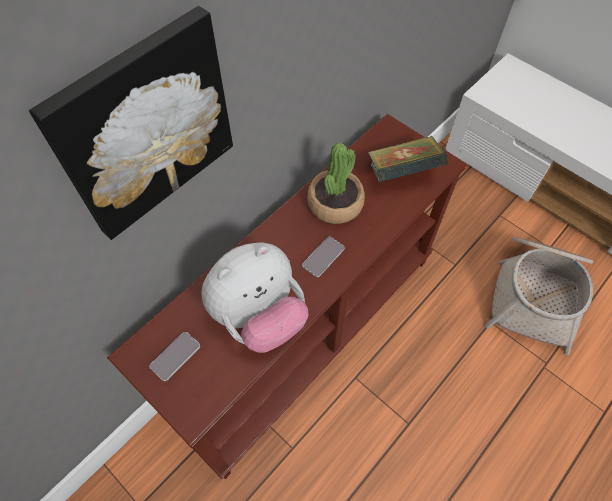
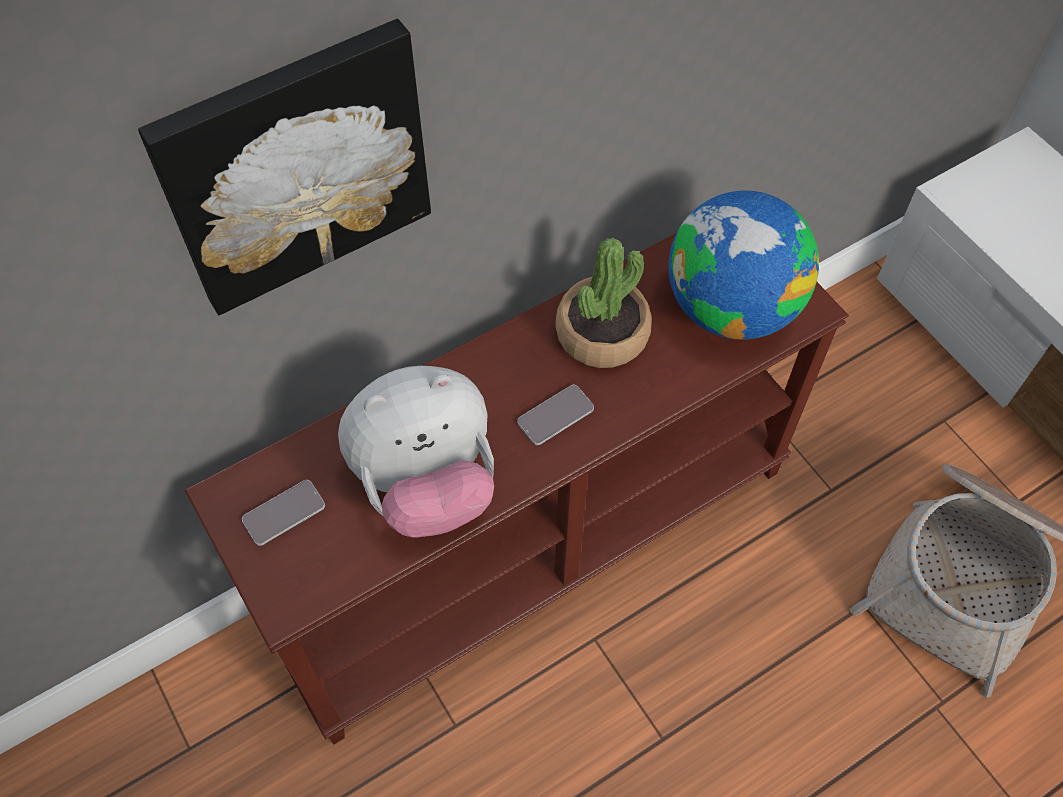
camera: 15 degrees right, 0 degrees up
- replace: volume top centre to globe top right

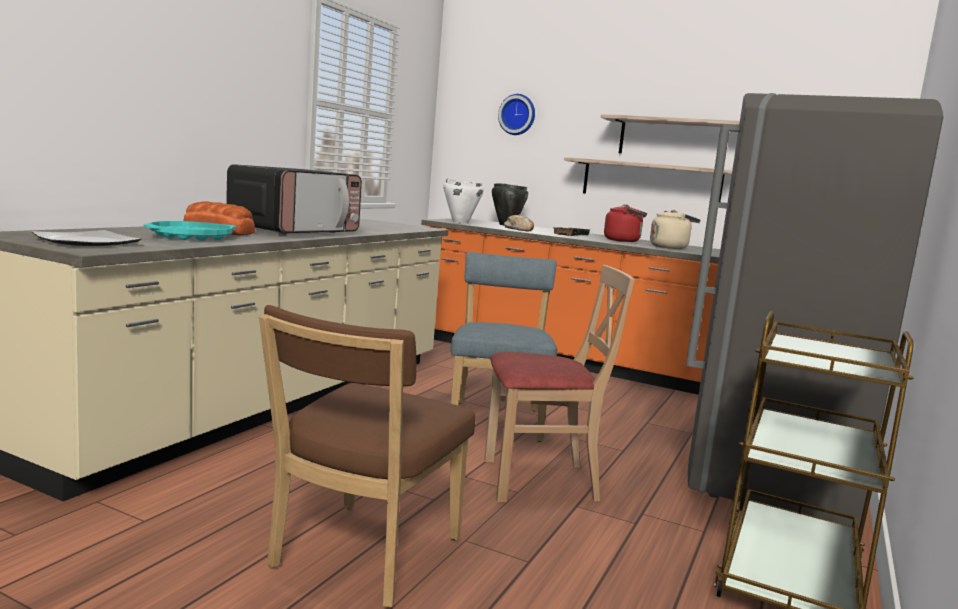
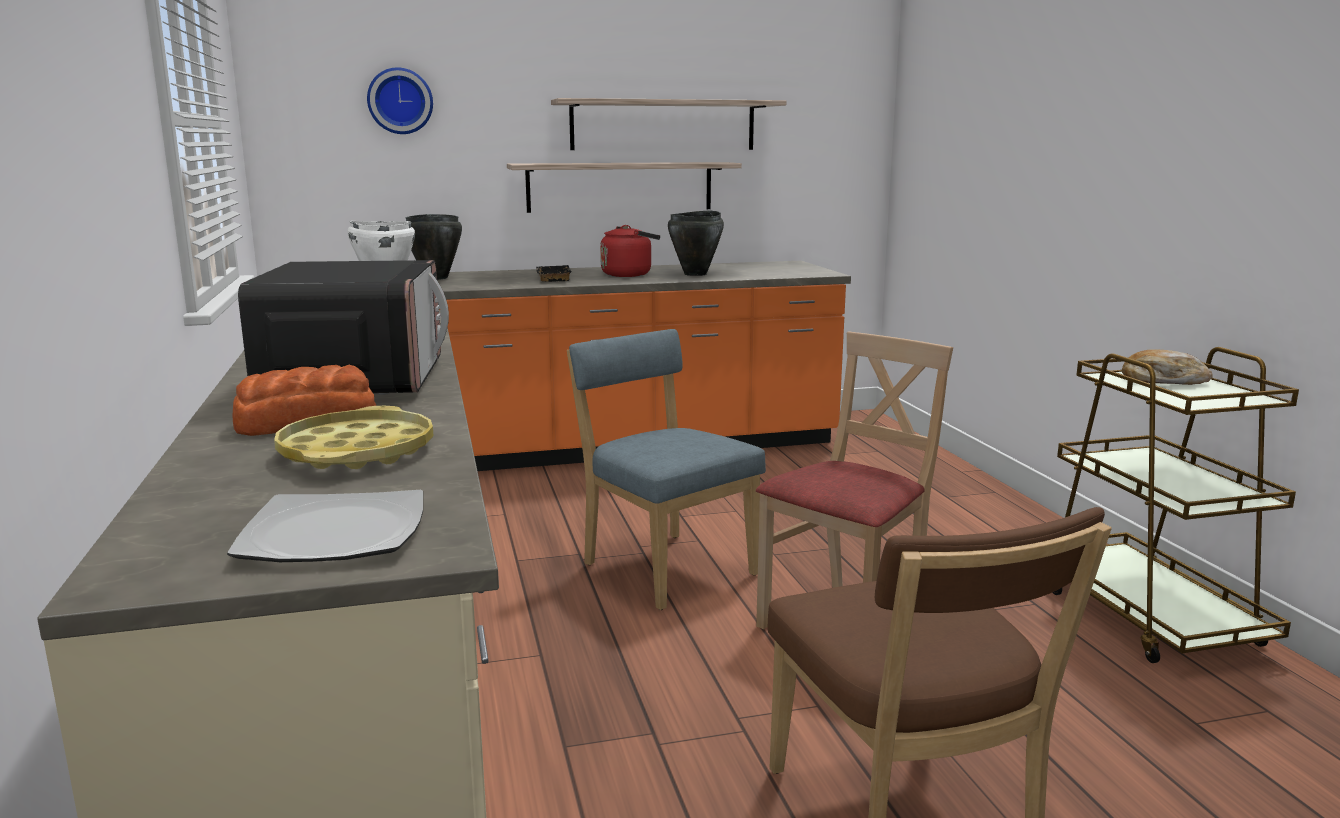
camera: 40 degrees left, 5 degrees up
- recolor: carrying tray in blue-green middle left to carrying tray in yellow middle left
- replace: tea kettle in sand-coloured middle right to stockpot in black-coloured (2nd from left) top centre
- move: baked bread (2nd from left) centre to middle right
- delete: refrigerator in greyish middle right

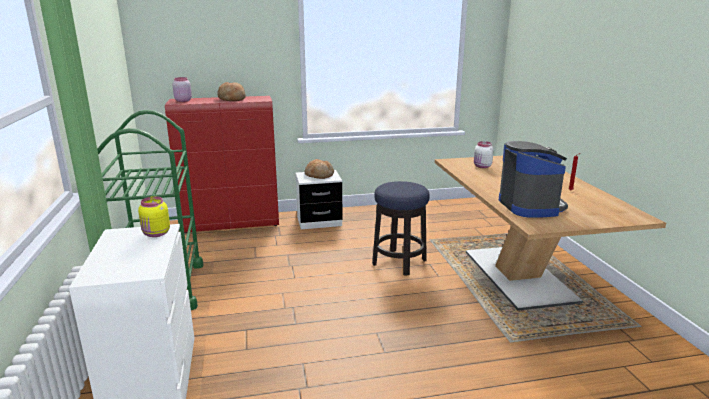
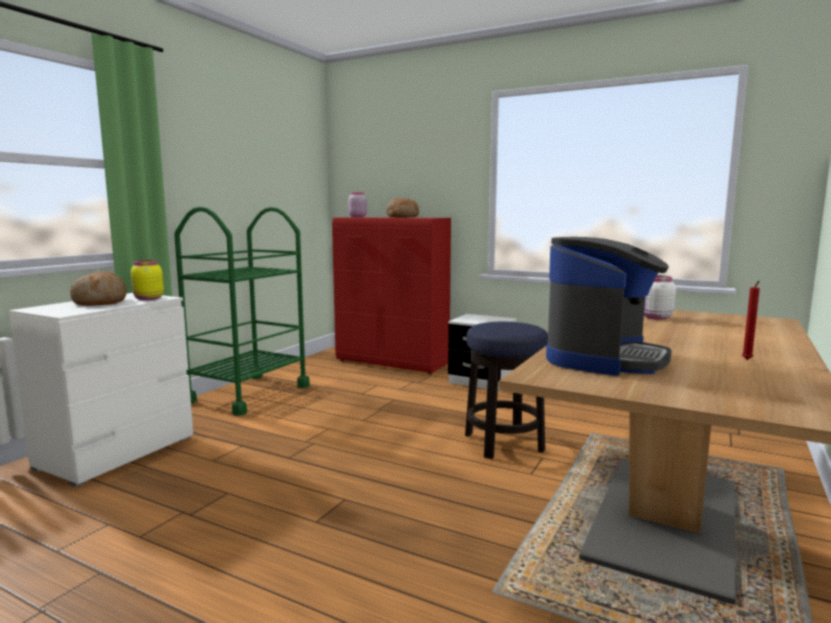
camera: 40 degrees right, 10 degrees down
- move: baked bread (2nd from left in the first image) centre to baked bread (1st from left) middle left

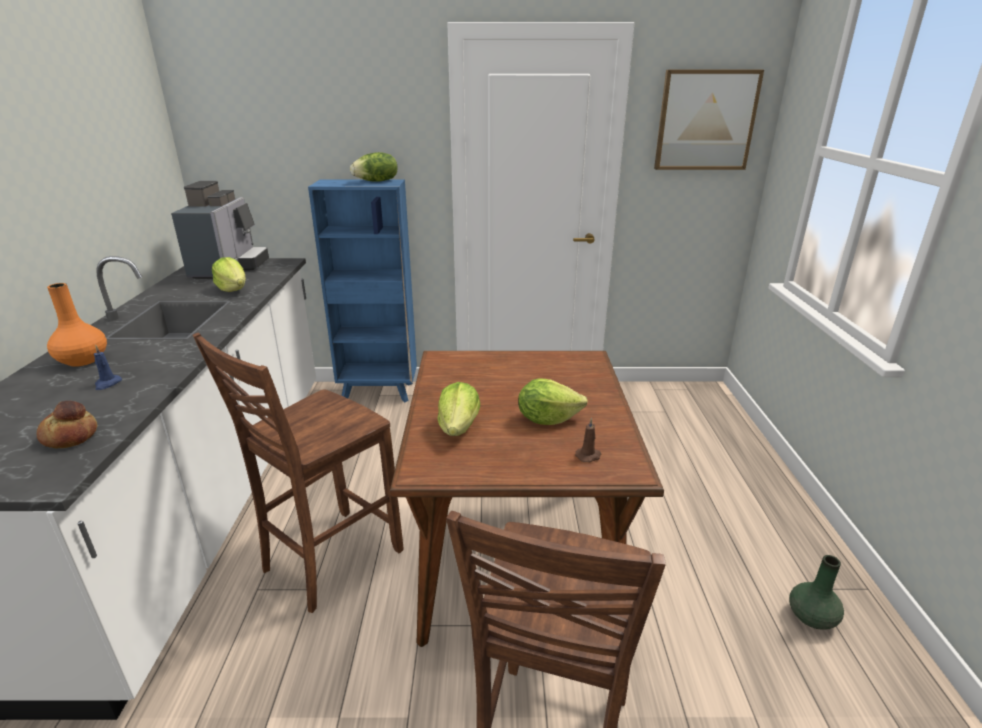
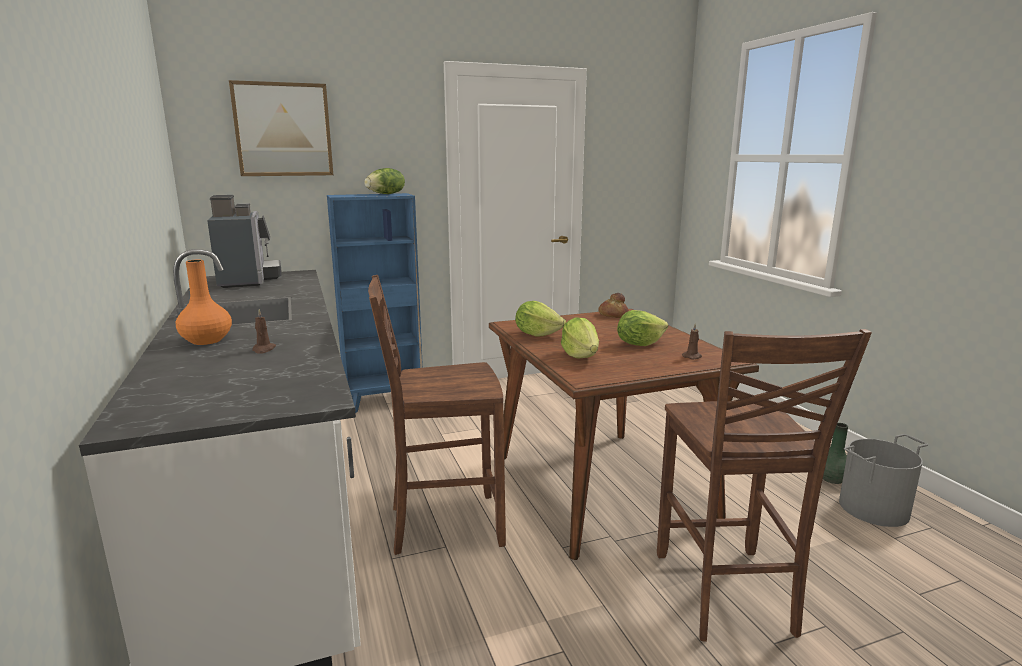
camera: 20 degrees left, 10 degrees down
- move: wall art top right to top left
- recolor: wax light in blue-coloured middle left to wax light in brownish (1st from left) middle left
- rotate: chair in brownish (1st from left) middle left = centre 60 degrees clockwise
- move: head of lettuce (1st from left in the first image) middle left to head of lettuce (2nd from left) centre
- move: baked bread middle left to centre
- insert: bucket in greyish bottom right

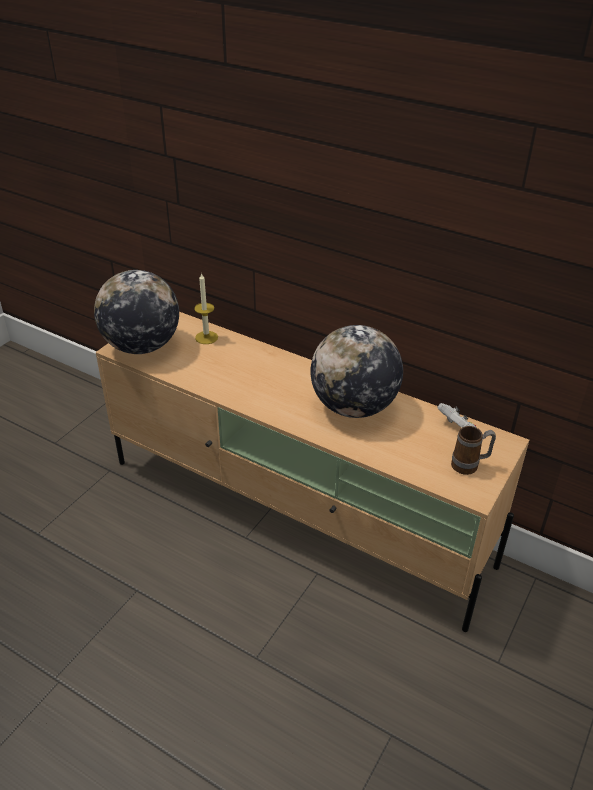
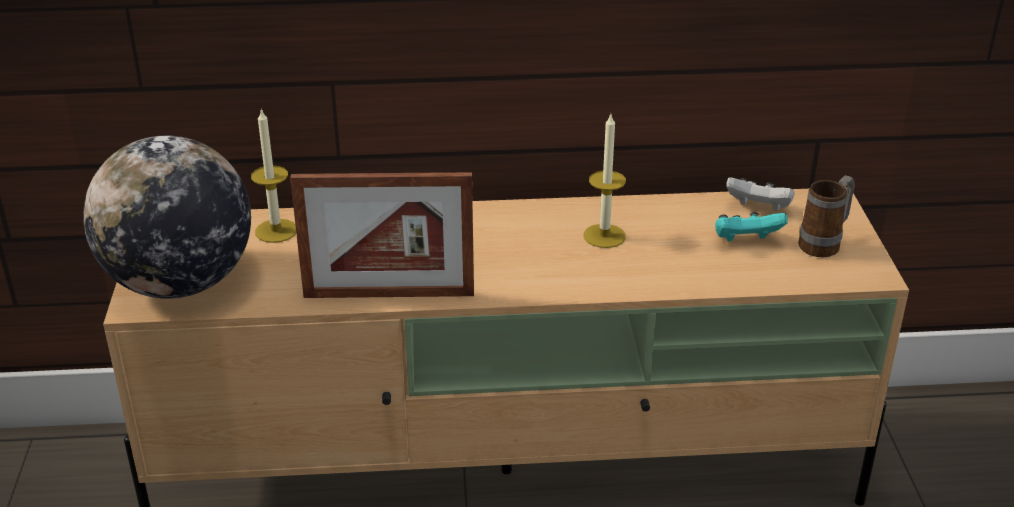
camera: 35 degrees left, 5 degrees down
- insert: photo frame centre
- replace: globe (2nd from left) centre to wax light (2nd from left) centre
- insert: game controller in blue-green middle right

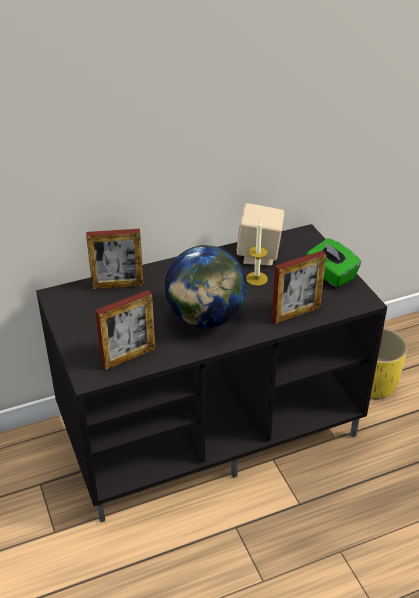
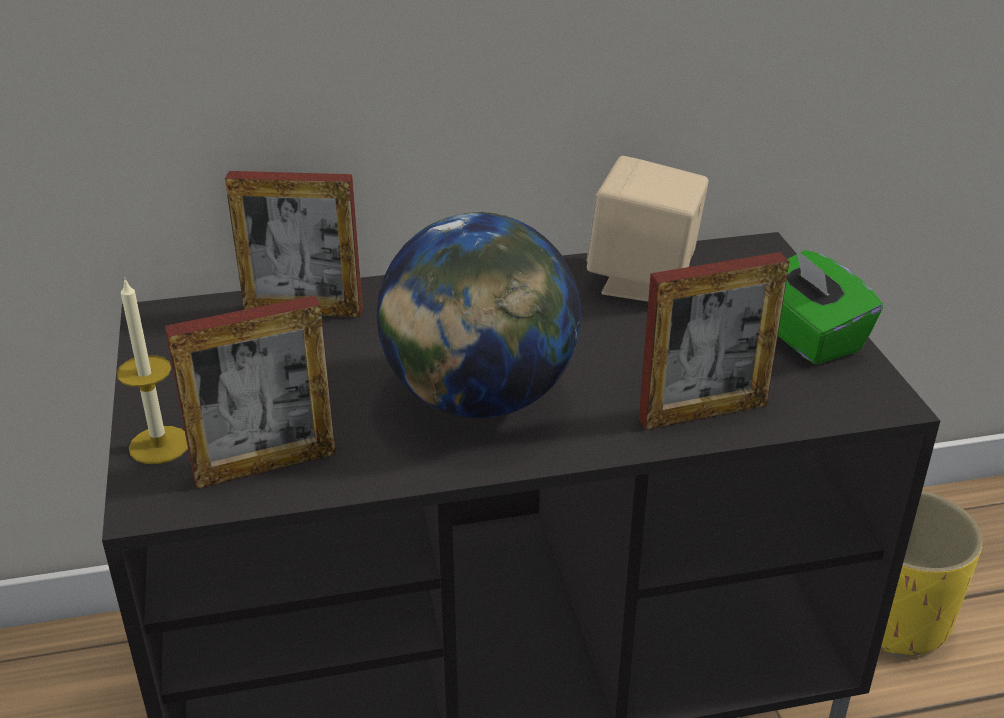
camera: 10 degrees right, 5 degrees down
- move: wax light centre to middle left

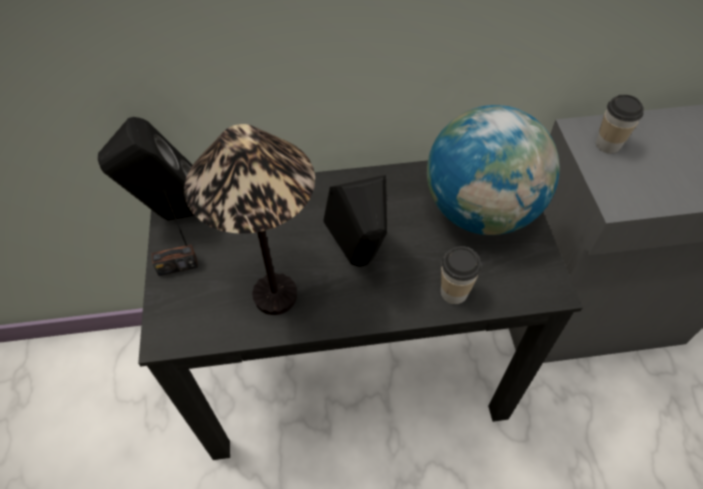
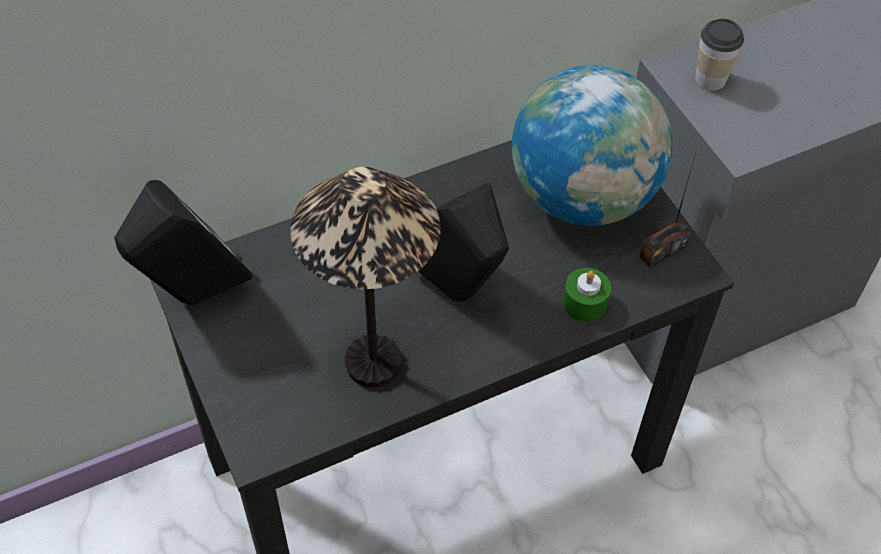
camera: 20 degrees left, 0 degrees up
- replace: small cup (1st from left) centre to wax light in green centre
- move: radio receiver middle left to middle right

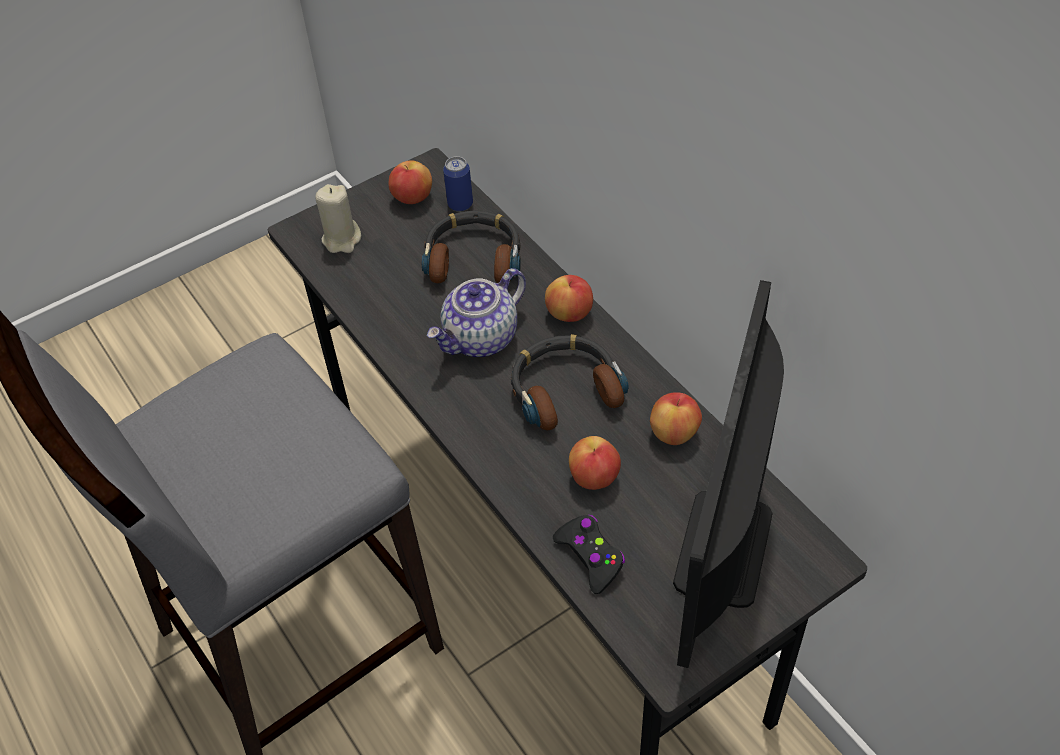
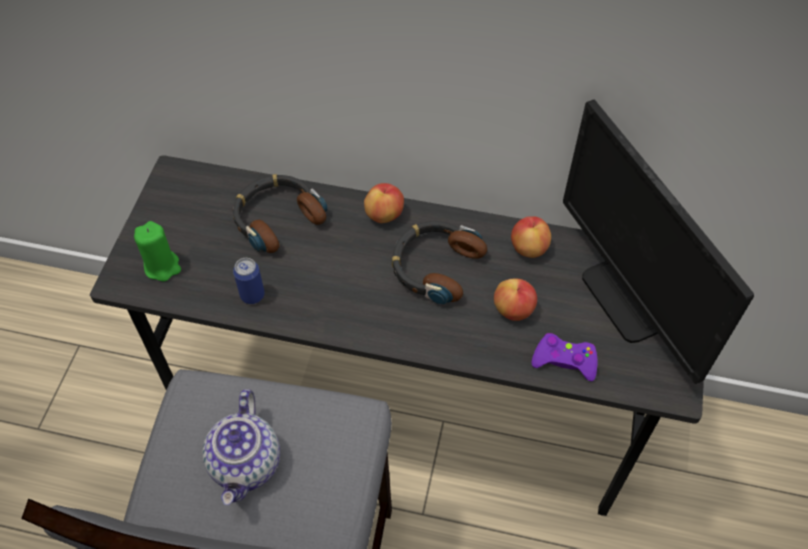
camera: 45 degrees left, 5 degrees up
- recolor: wax light in sand-coloured top left to wax light in green middle left
- move: pot for tea centre to bottom left
- move: metal can top centre to middle left
- recolor: game controller in black-coloured bottom centre to game controller in purple middle right
- delete: apple (1st from left) top centre

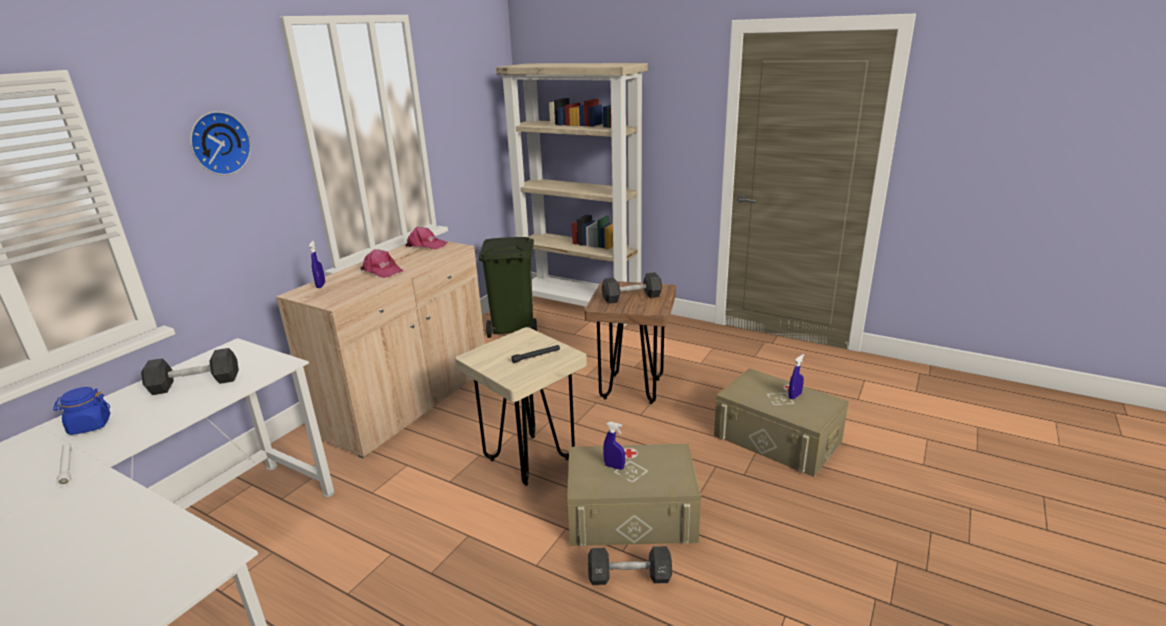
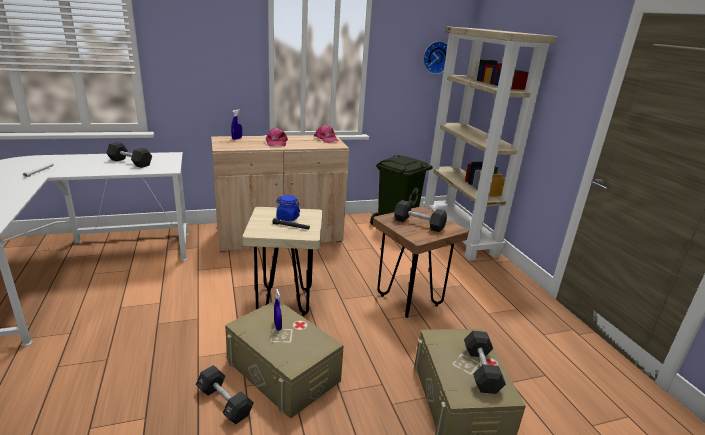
camera: 40 degrees right, 0 degrees up
- move: preserve jar in blue-coloured middle left to centre
- move: hanging clock top left to top centre
- replace: spray bottle in blue-coloured (3rd from left) middle right to hand weight in black-coloured (4th from left) bottom right

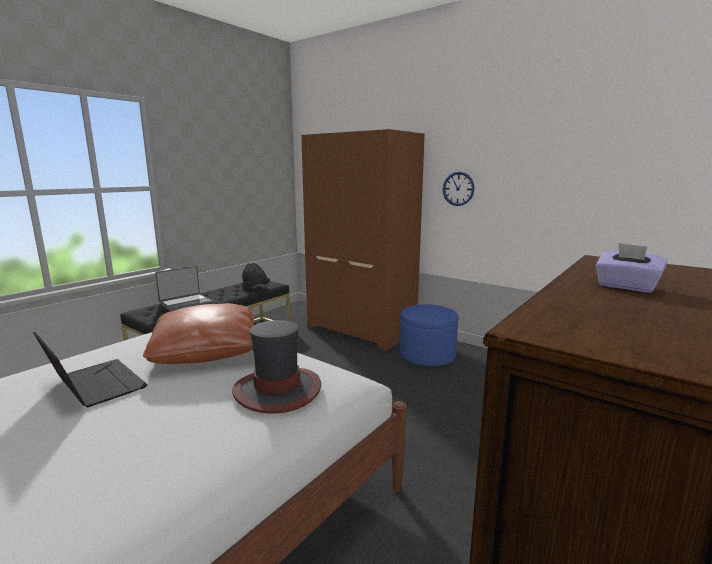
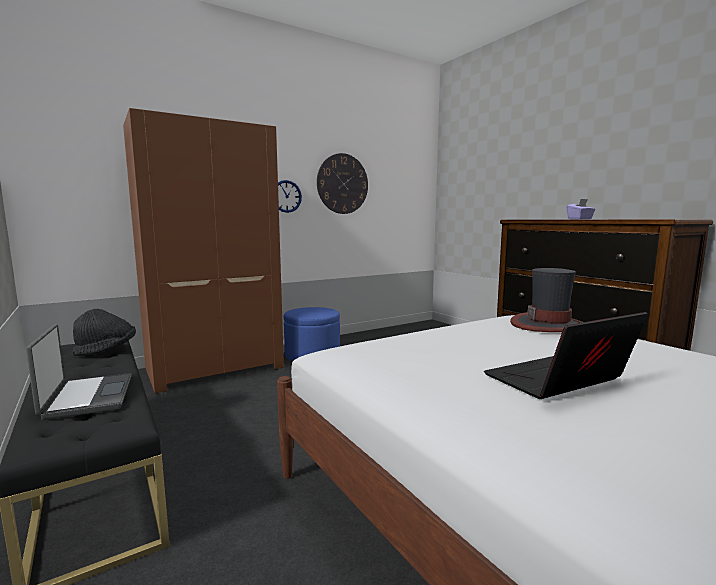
camera: 70 degrees left, 5 degrees down
- insert: hanging clock (2nd from left) top centre
- delete: cushion in brownish middle left

